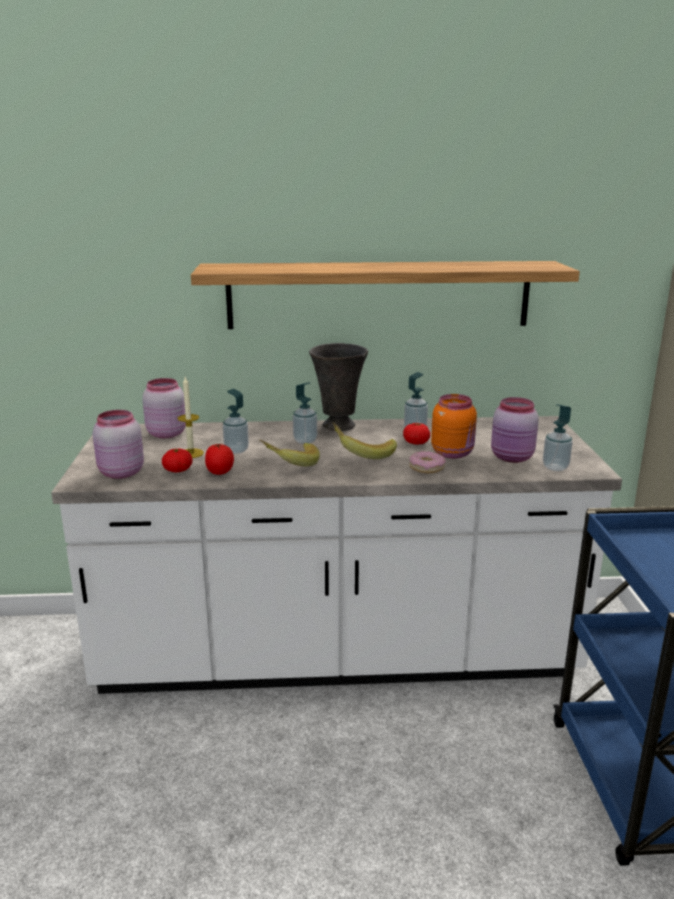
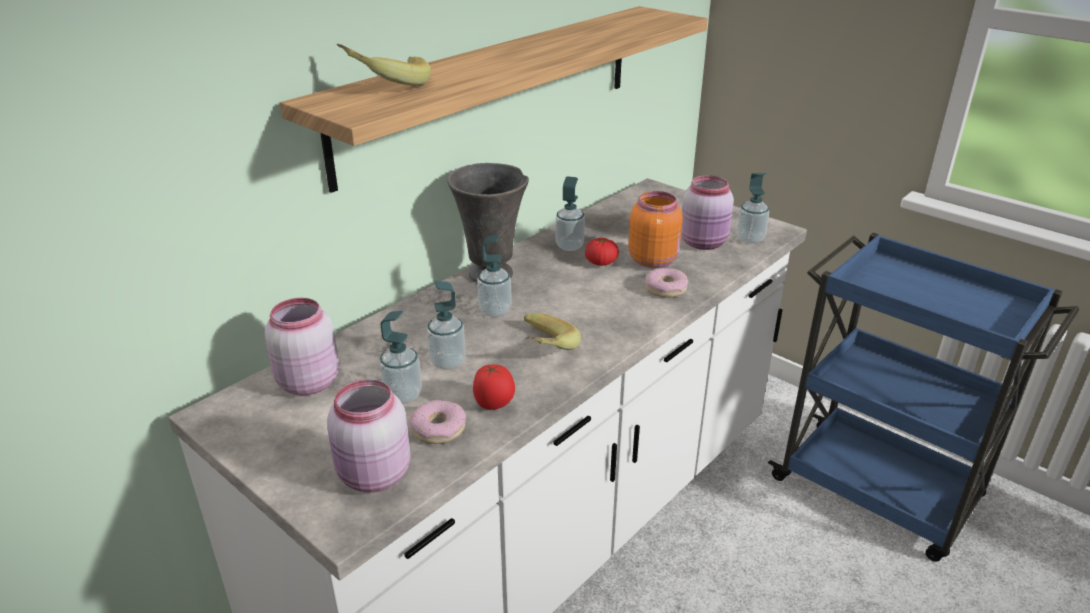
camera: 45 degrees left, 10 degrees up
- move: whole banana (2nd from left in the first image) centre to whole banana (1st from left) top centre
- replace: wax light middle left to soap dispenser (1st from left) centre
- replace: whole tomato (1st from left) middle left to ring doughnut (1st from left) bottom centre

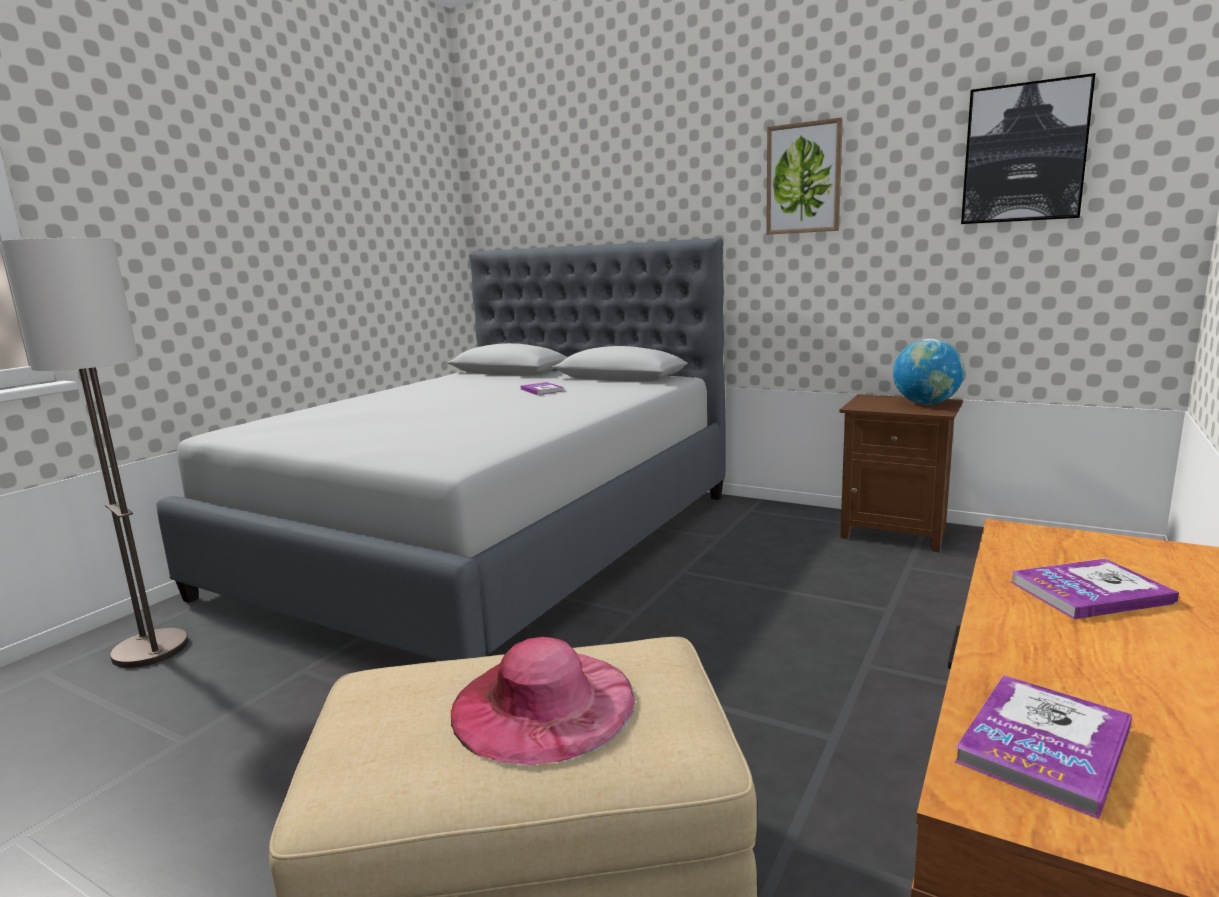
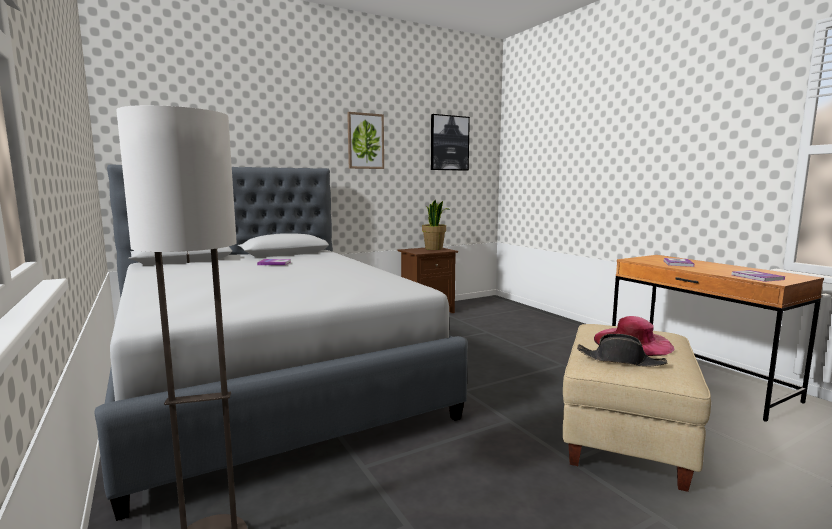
camera: 60 degrees left, 5 degrees down
- replace: globe middle right to potted plant centre
- insert: hat in black-coloured middle right

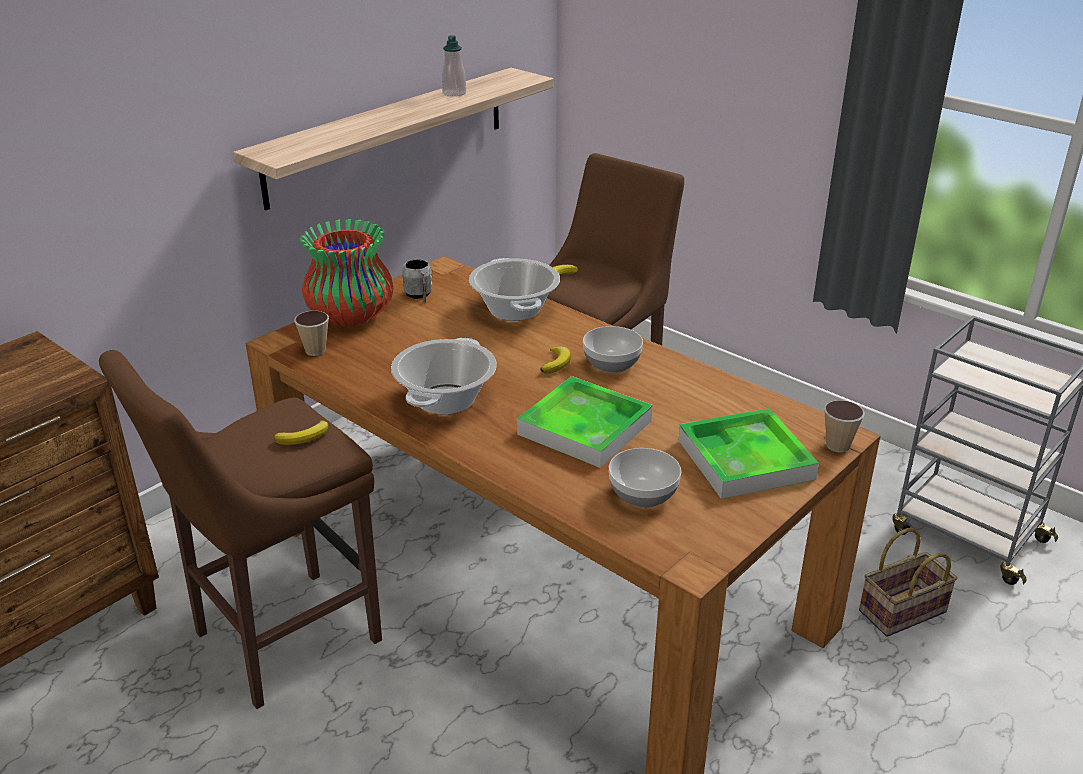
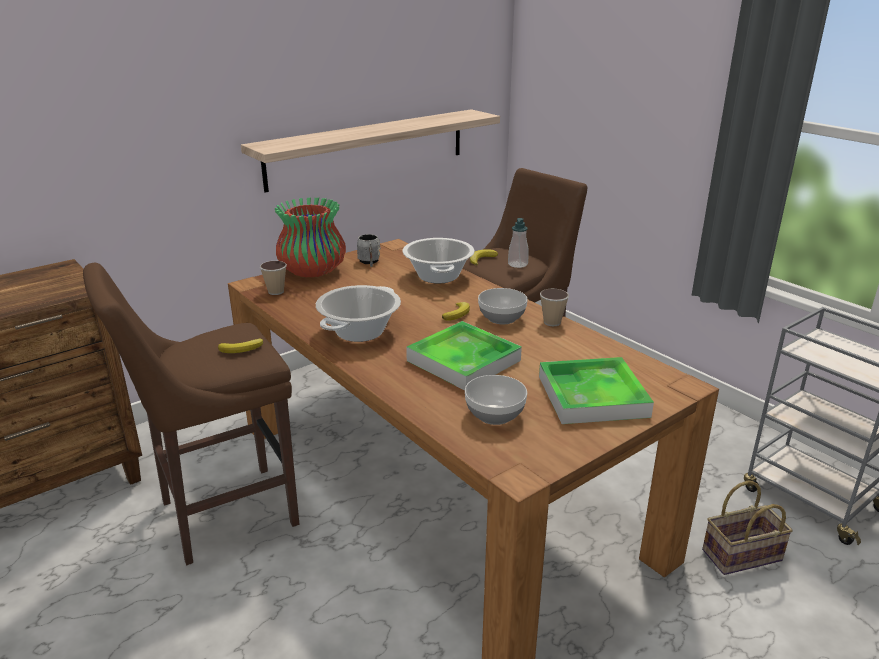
camera: 10 degrees right, 5 degrees down
- move: soap dispenser top centre to centre
- move: small cup (2nd from left) middle right to centre

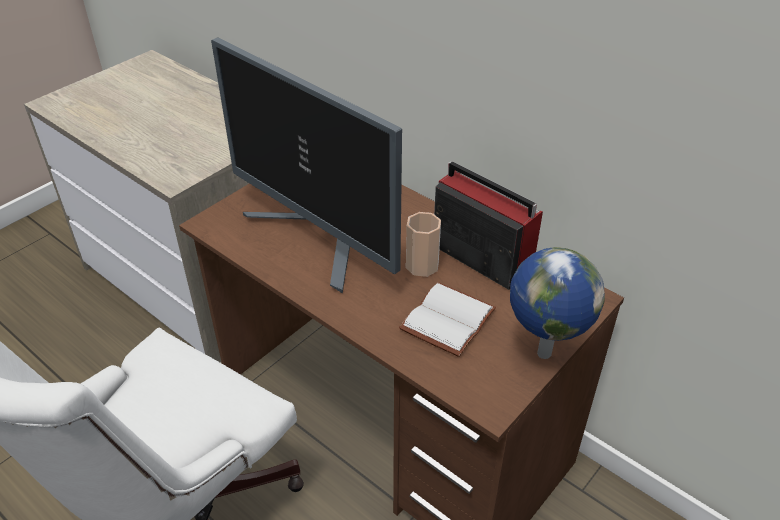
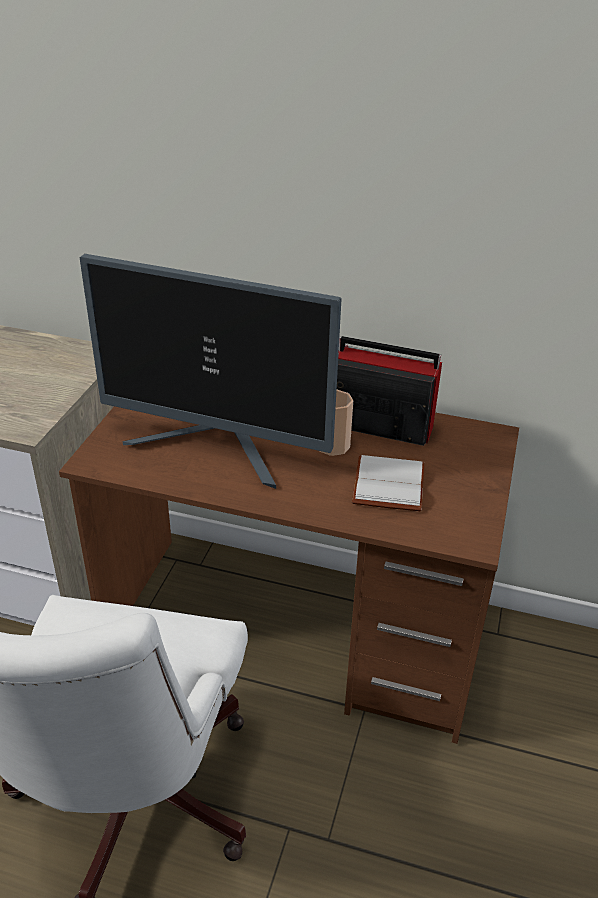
camera: 25 degrees left, 5 degrees down
- delete: globe middle right

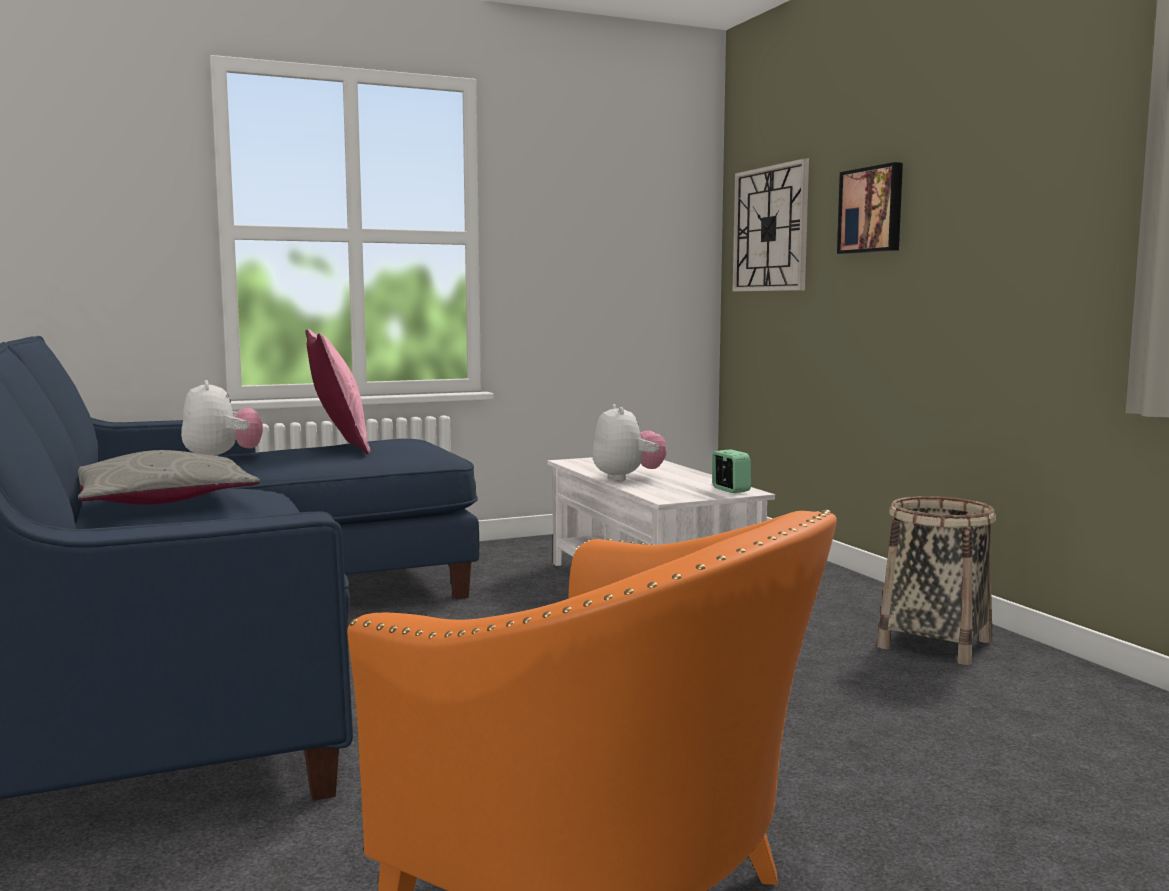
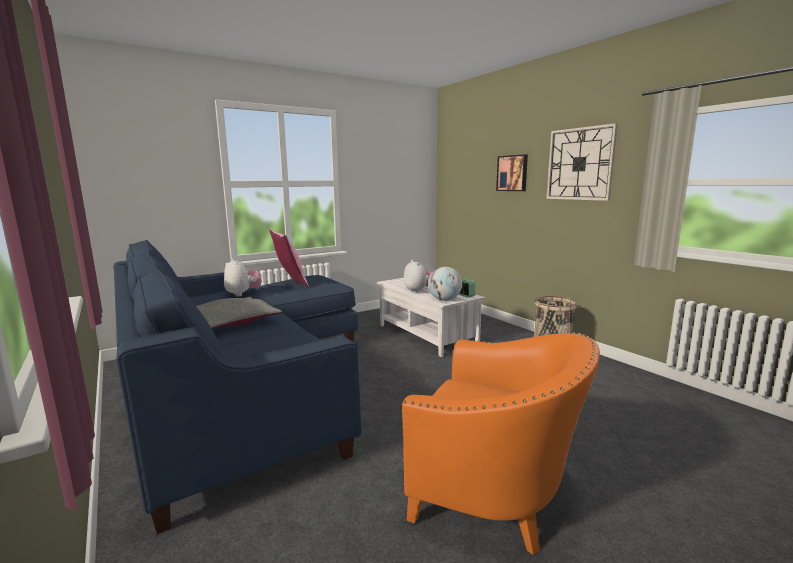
camera: 10 degrees left, 5 degrees up
- insert: globe centre
- move: hanging clock top centre to top right

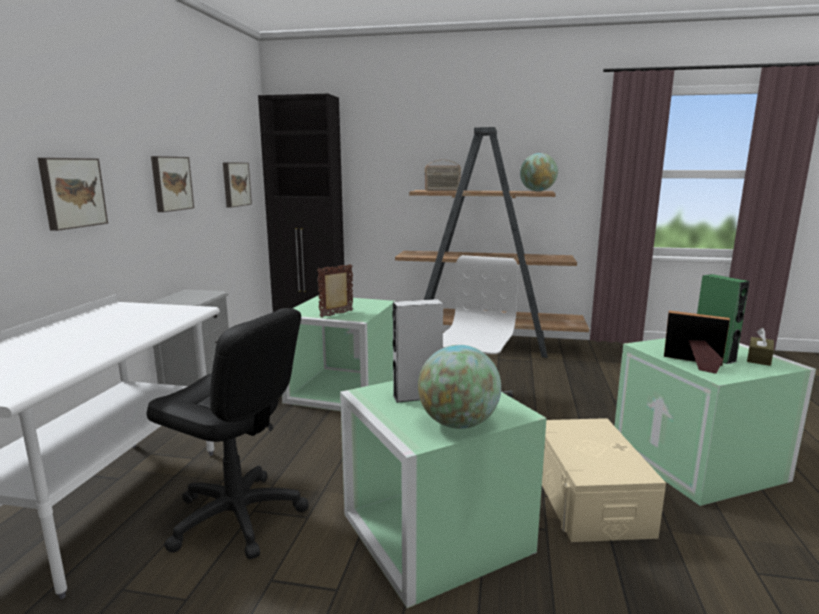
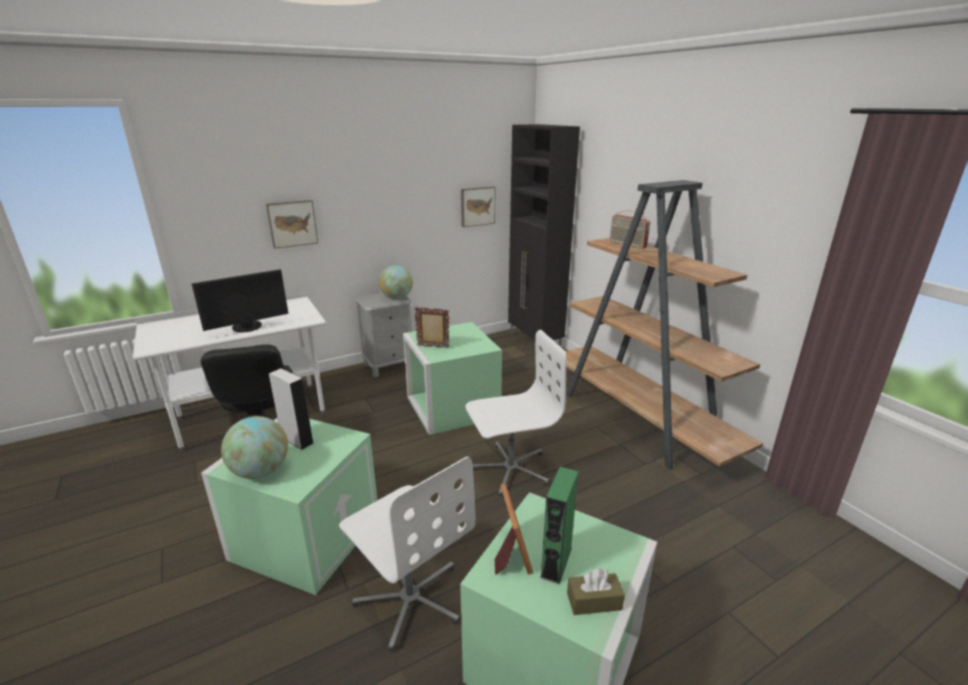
camera: 50 degrees right, 10 degrees up
- insert: computer display middle left
- replace: storage container in sand-coloured bottom right to computer chair in white-coloured (1st from left) bottom centre
- move: globe (2nd from left) top centre to centre
- delete: wall art (2nd from left) top left

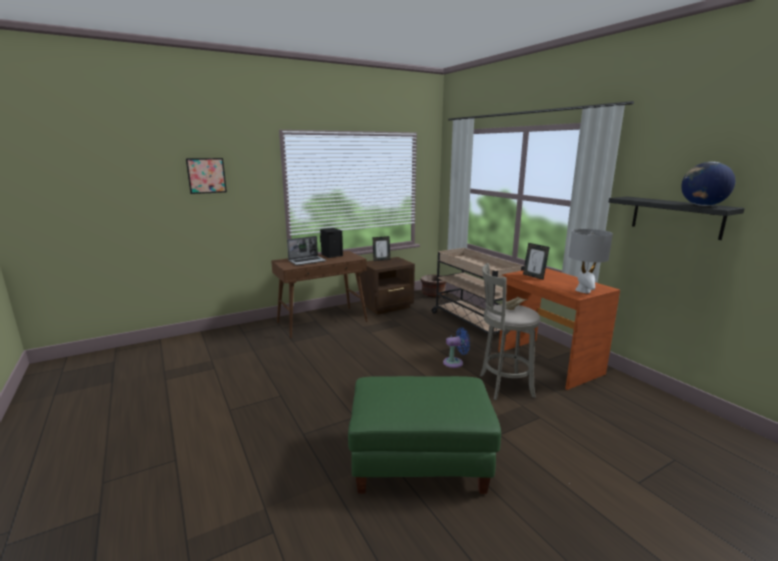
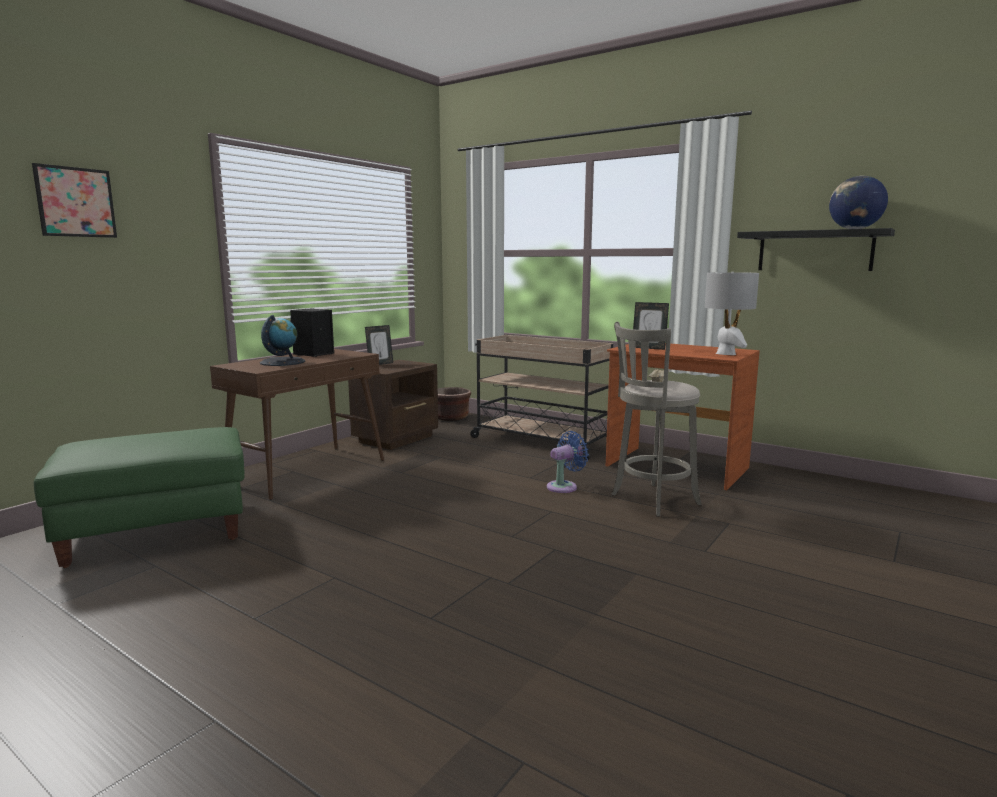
camera: 25 degrees left, 5 degrees down
- move: pouffe in green bottom centre to middle left
- replace: laptop centre to globe (1st from left) middle left

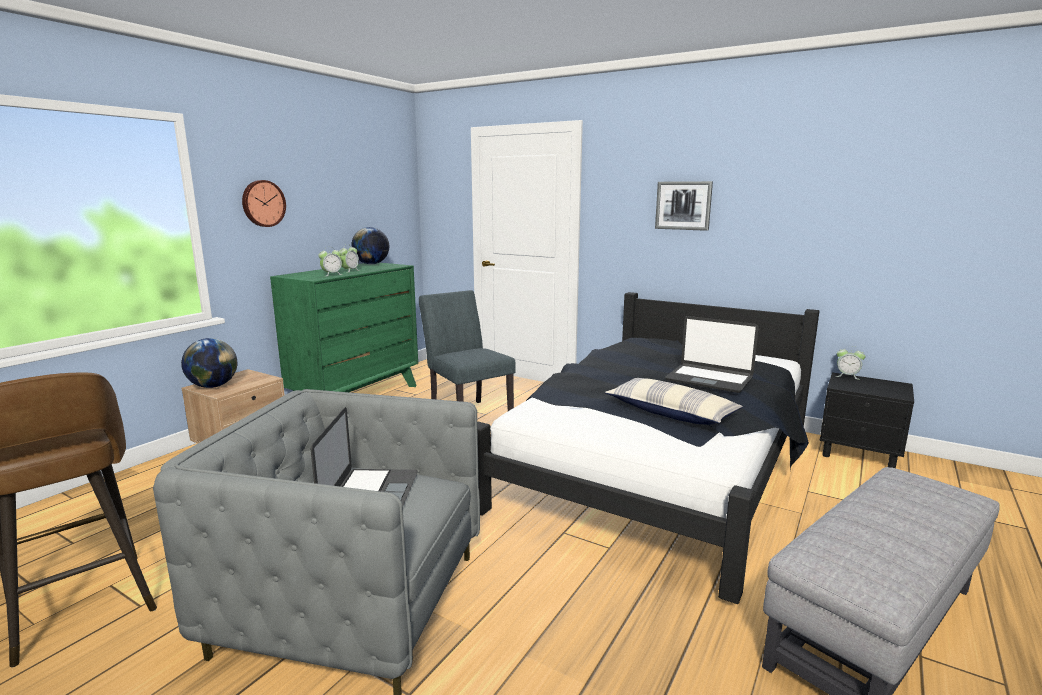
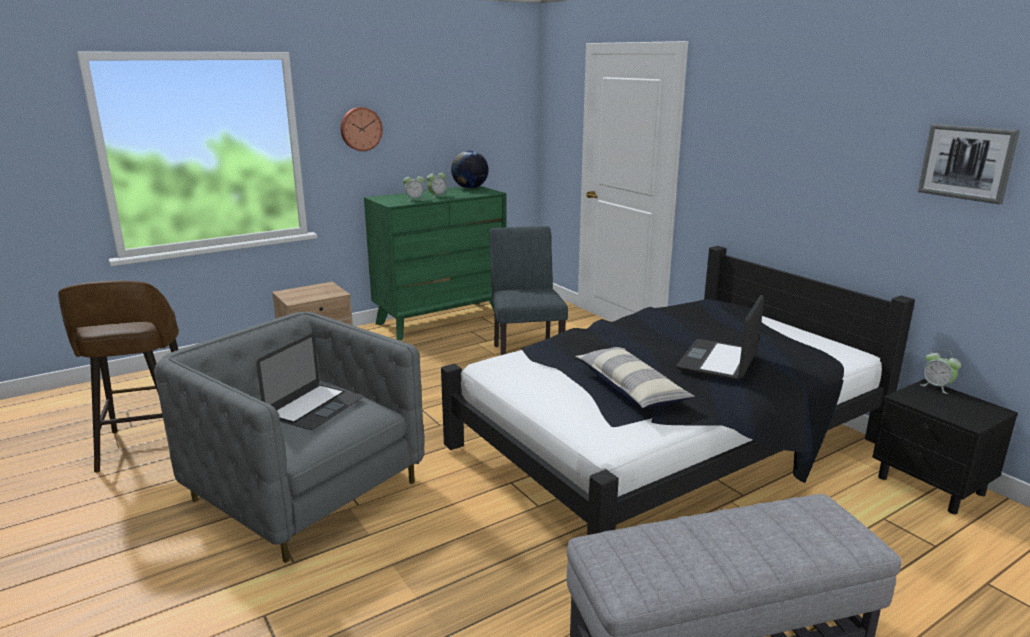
camera: 25 degrees right, 5 degrees up
- rotate: laptop (2nd from left) middle right = middle right 60 degrees clockwise
- move: wall art top centre to top right
- delete: globe (1st from left) middle left

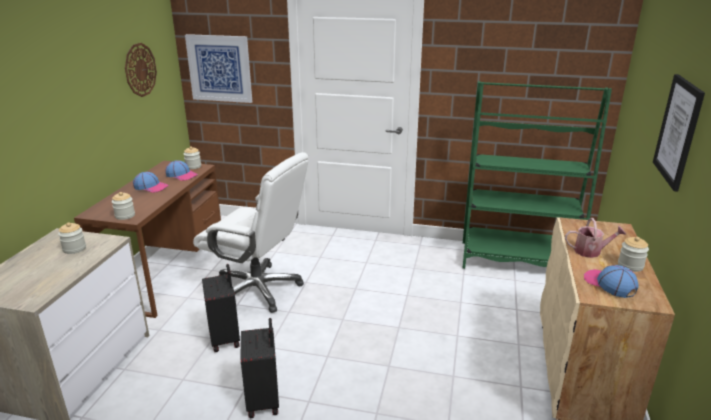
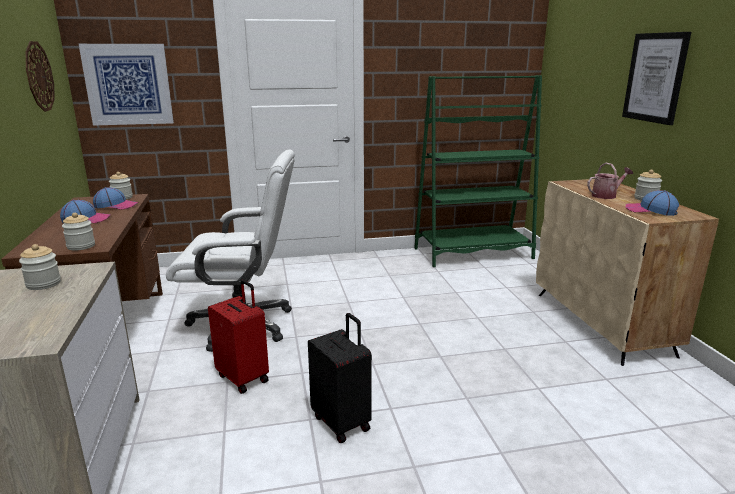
camera: 25 degrees left, 5 degrees down
- recolor: travel case in black-coloured (1st from left) bottom left to travel case in reddish bottom left

